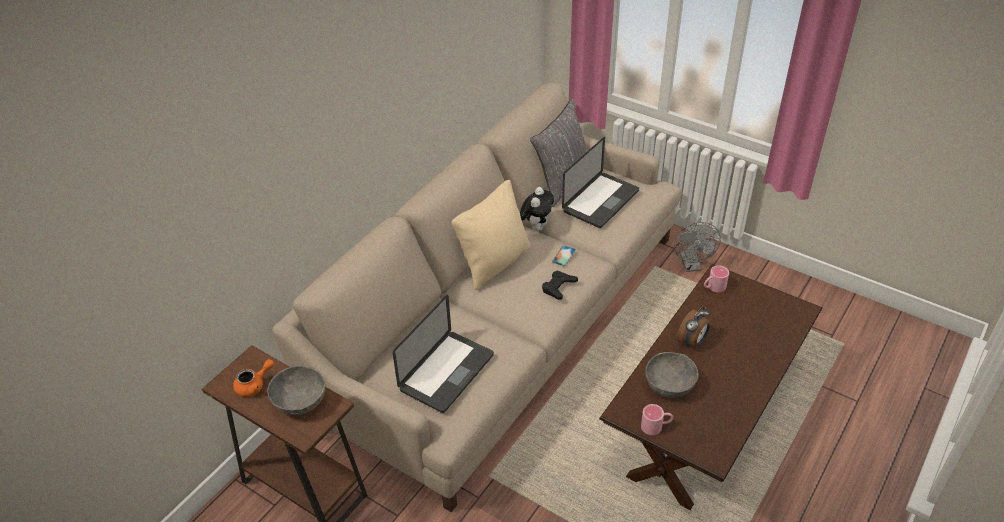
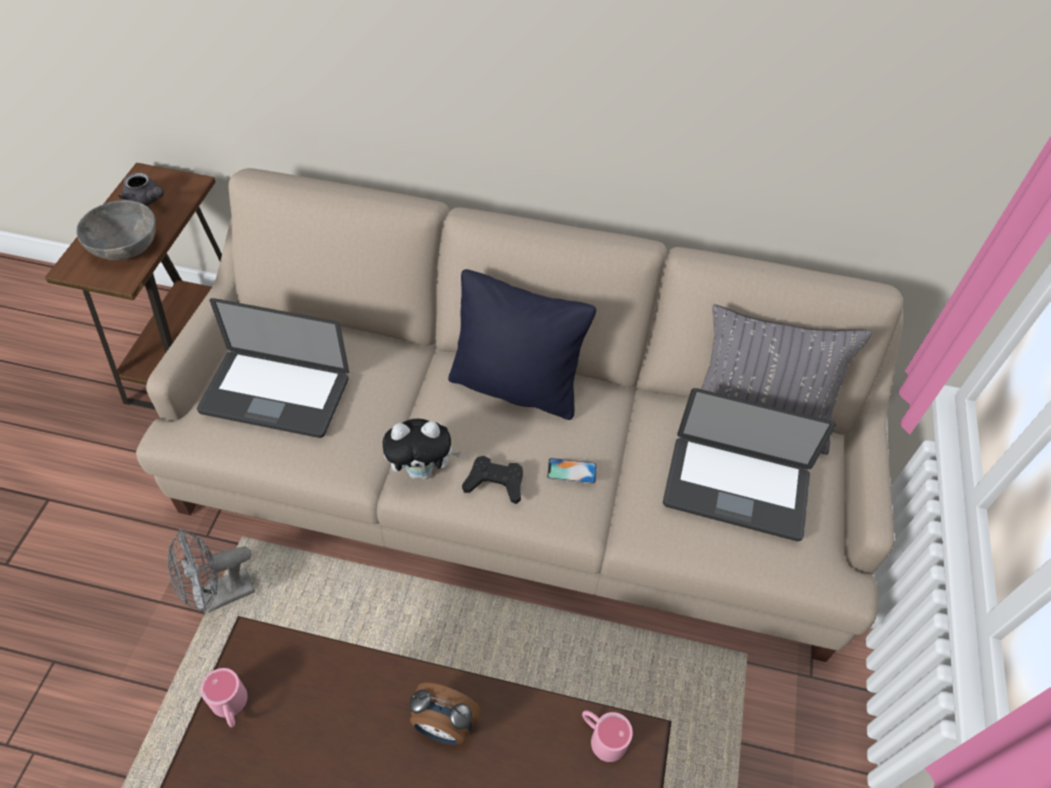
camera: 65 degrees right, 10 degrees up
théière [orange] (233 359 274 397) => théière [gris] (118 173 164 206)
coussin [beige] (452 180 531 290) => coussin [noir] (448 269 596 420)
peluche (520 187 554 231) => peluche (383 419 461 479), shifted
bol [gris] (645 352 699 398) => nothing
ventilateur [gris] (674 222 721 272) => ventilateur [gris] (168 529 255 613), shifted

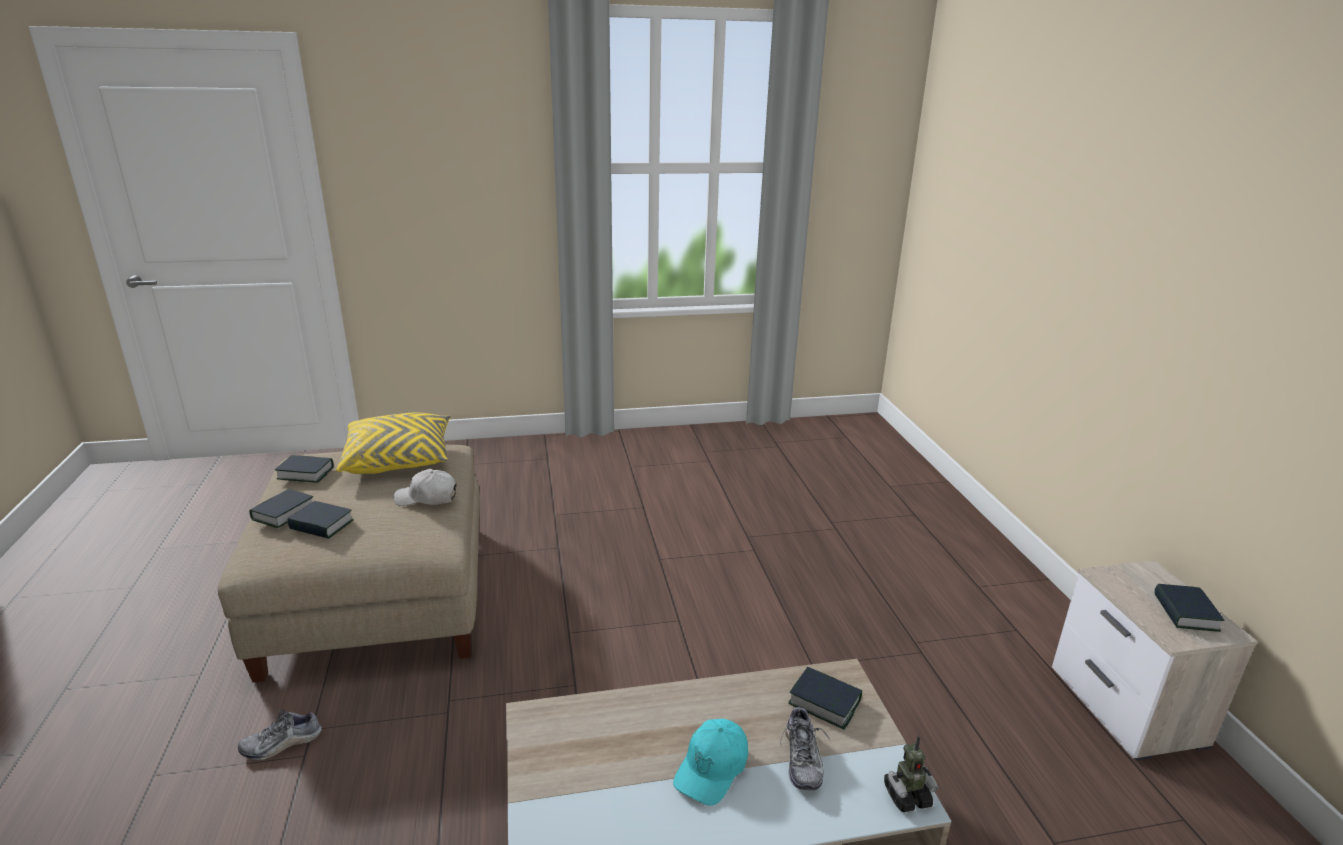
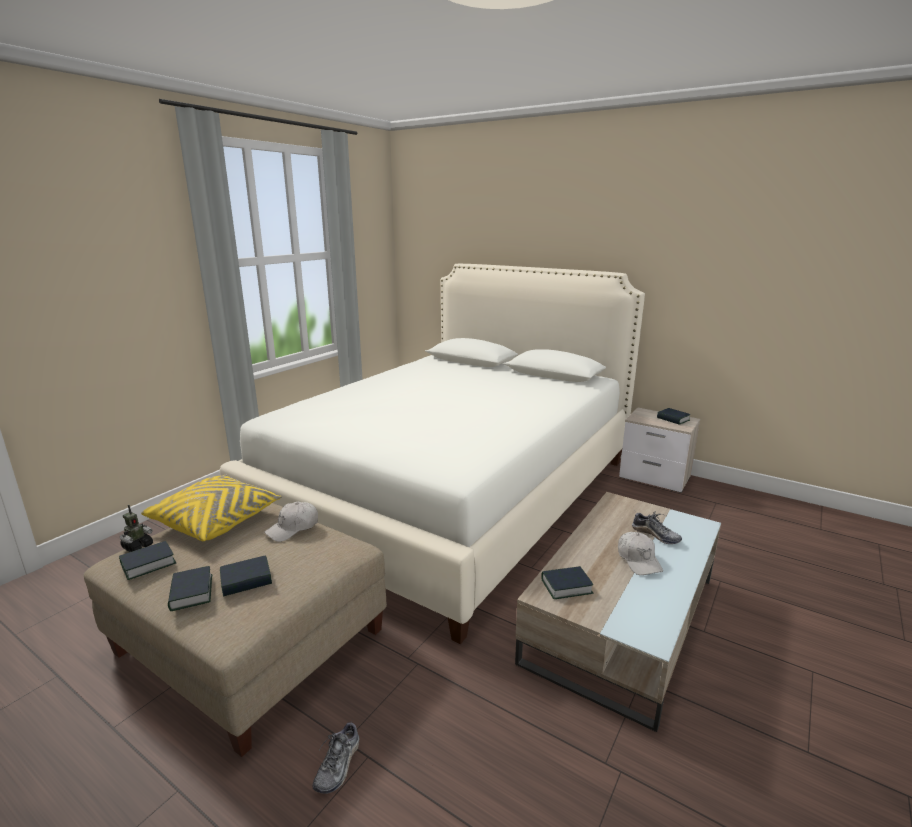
camera: 45 degrees left, 5 degrees down
casquette [turquoise] (673 719 748 806) => casquette [blanc] (618 532 663 575)
livre (788 667 862 730) => livre (541 566 594 599), shifted
robot jouet (884 736 938 812) => robot jouet (120 505 153 552), shifted
nothing => lit [blanc] (220 264 645 644)

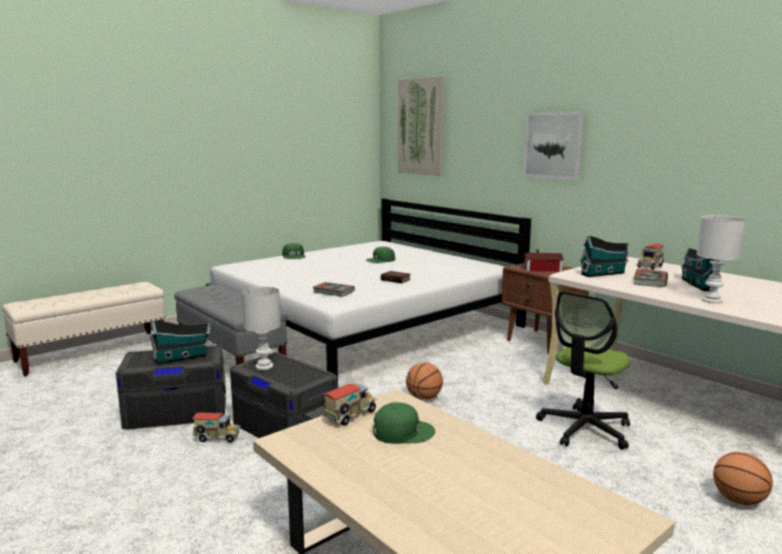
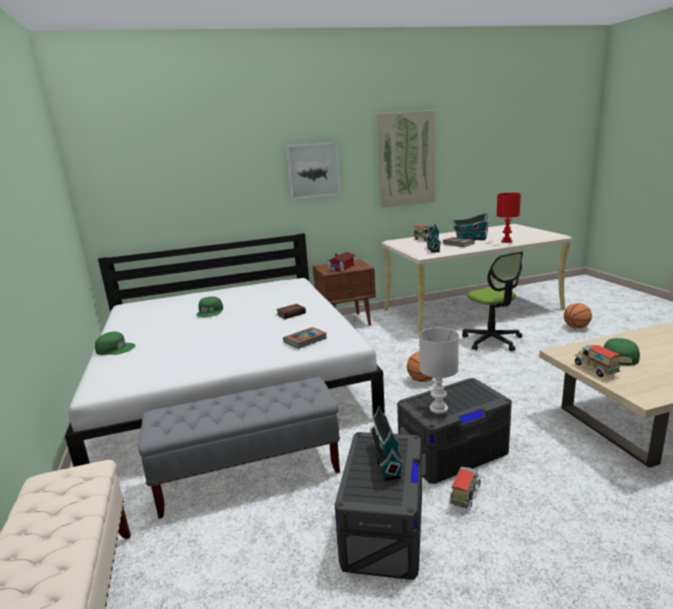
camera: 65 degrees left, 5 degrees up
tableau (398 76 445 176) => tableau (378 110 435 208), shifted
lampe de table [blanc] (697 215 746 304) => lampe de table [rouge] (497 193 521 243)

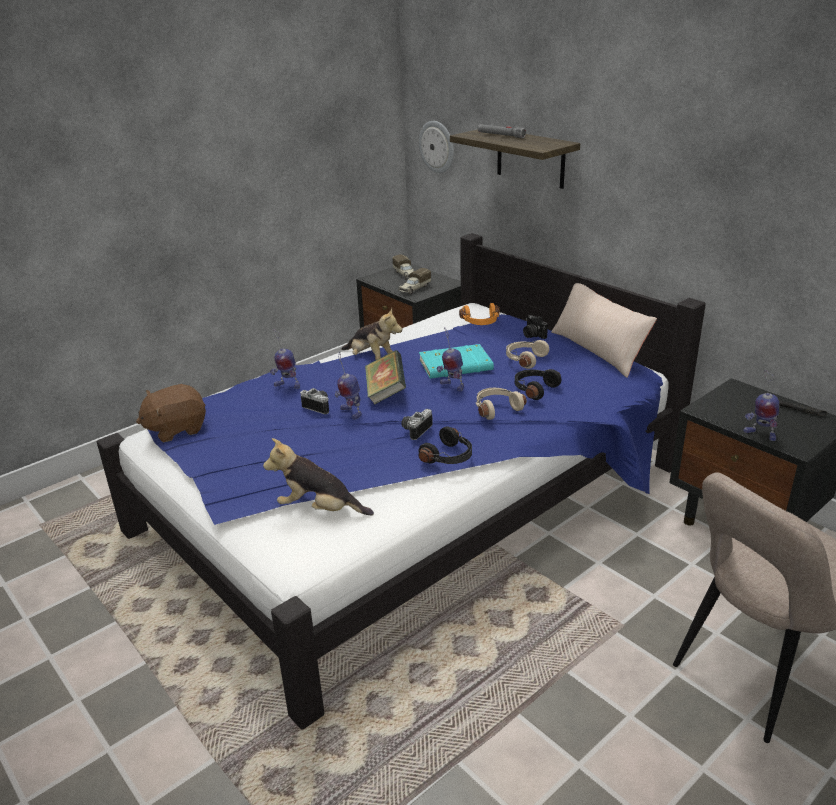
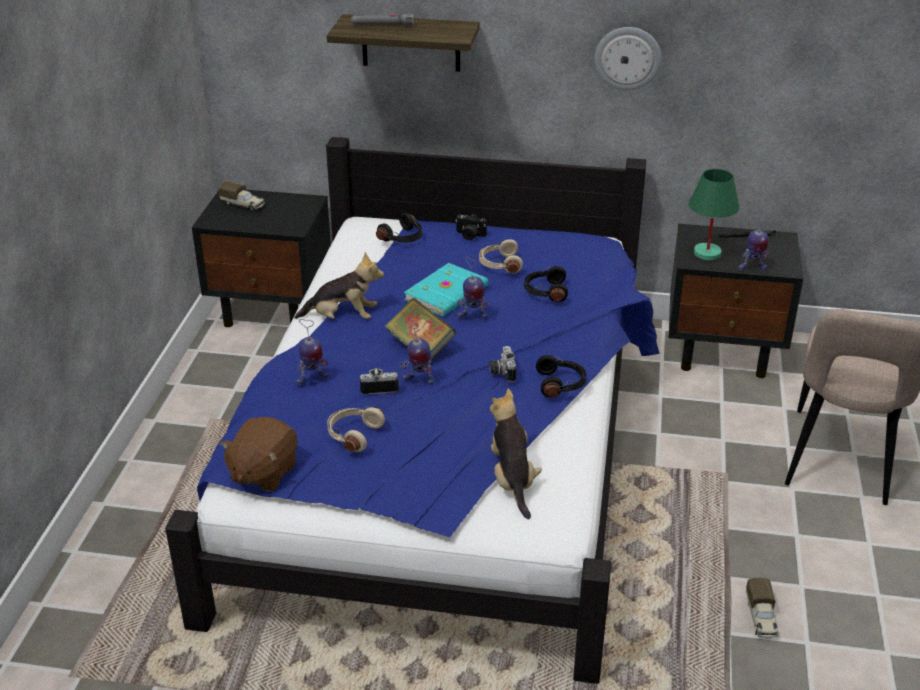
camera: 40 degrees left, 5 degrees up
peluche (263 438 374 515) => peluche (490 389 542 519), 105 degrees clockwise
camion jouet (399 268 431 294) => camion jouet (746 578 779 638), shifted
horloge murale (419 121 454 173) => horloge murale (594 27 662 90), shifted
casque audio [orange] (459 303 500 325) => casque audio [noir] (376 213 422 243)
casque audio [beige] (475 388 527 420) => casque audio [beige] (327 407 385 452), shifted
coussin [beige] (551 283 657 378) => nothing
nothing => lampe de table [vert] (689 169 739 260)

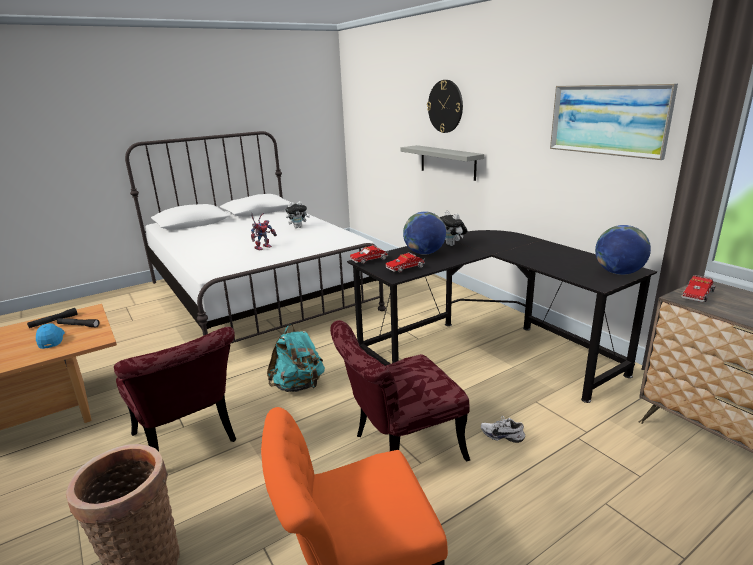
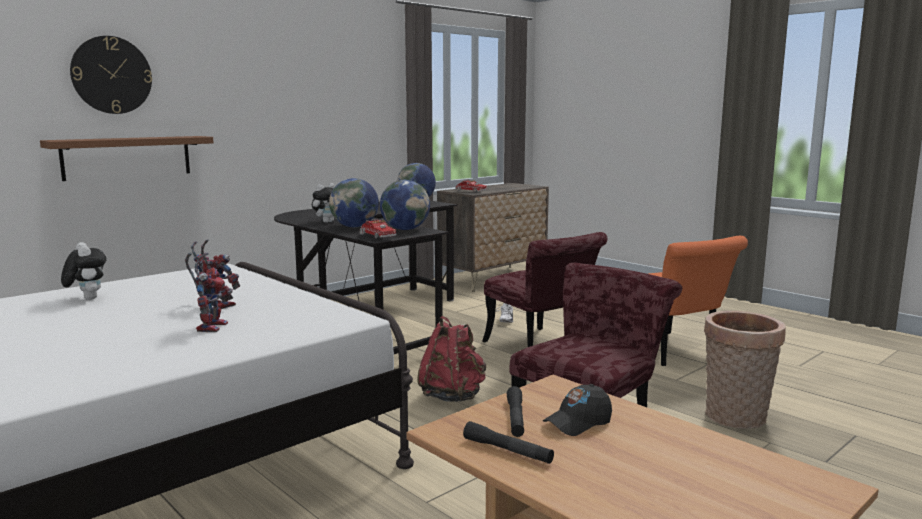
camera: 100 degrees left, 10 degrees down
casquette [bleu] (36 323 65 349) => casquette [noir] (543 384 612 436)
sac à dos [turquoise] (267 324 325 392) => sac à dos [rouge] (417 316 486 402)
camion jouet (386 252 425 273) => globe (380 180 430 230)
étagère [gris] (401 145 484 181) => étagère [marron] (40 136 213 181)
tableau (550 83 678 160) => nothing
nothing => robot jouet (185 253 233 332)

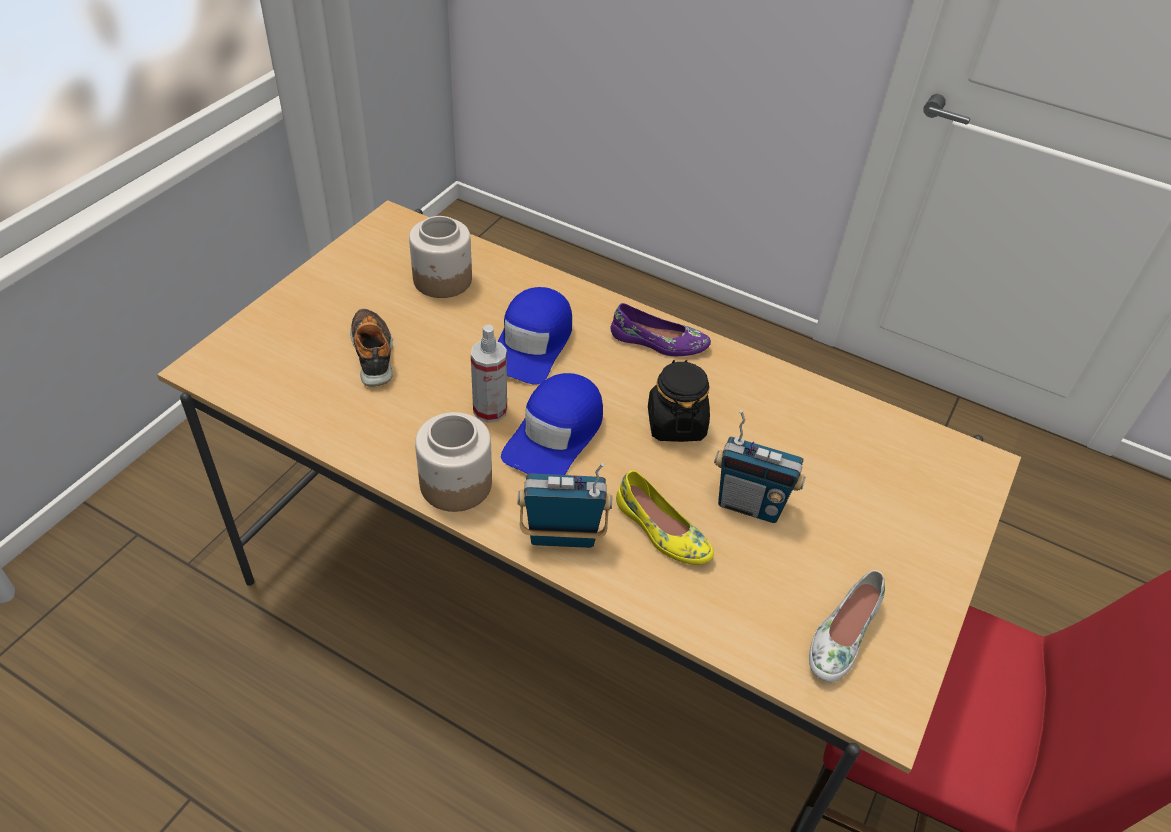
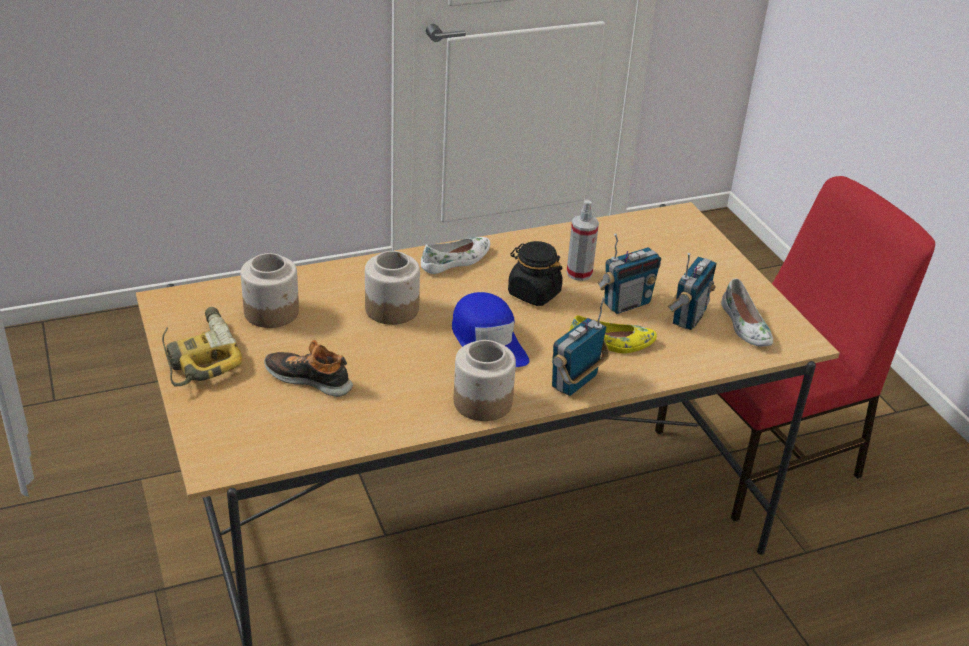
camera: 50 degrees left, 10 degrees down
vaporisateur (471 325 507 423) => vaporisateur (566 200 599 281), shifted
casquette [bleu] (498 287 572 385) => bocal (365 251 420 325)
chaussure [violet] (611 303 711 356) => chaussure [blanc] (421 237 490 274)
nothing => perceuse (162 307 242 387)
nothing => radio (667 253 717 330)

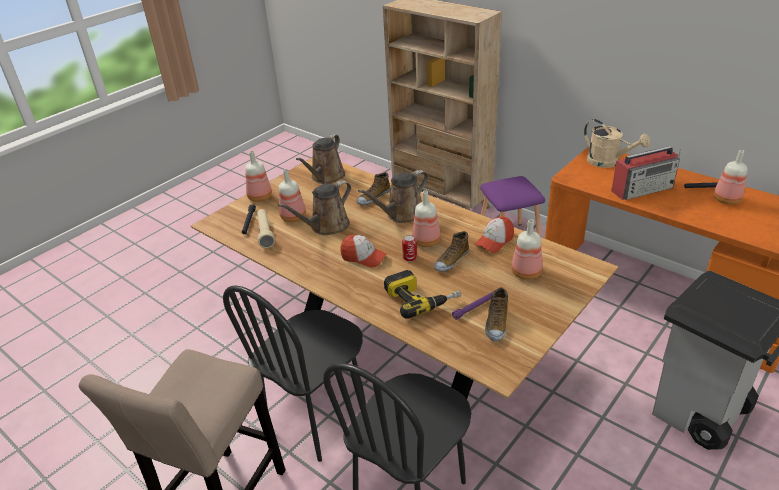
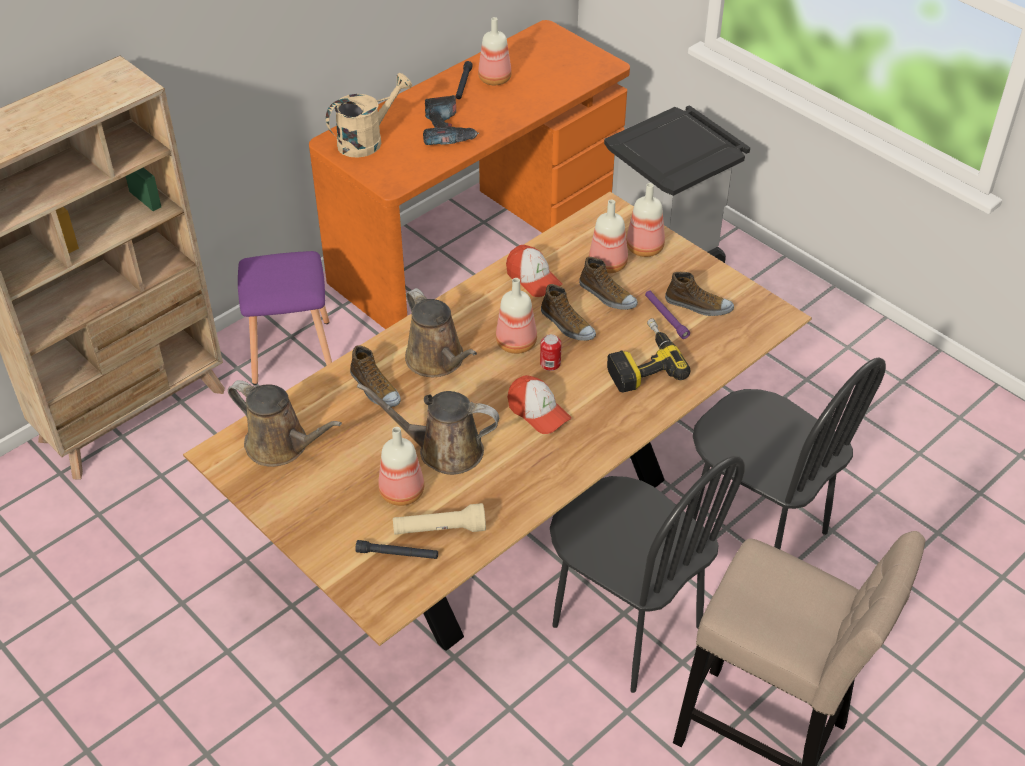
camera: 85 degrees left, 10 degrees up
bouteille (245 151 272 202) => bouteille (626 183 665 257), shifted
arrosoir [marron] (278 180 351 235) => arrosoir [marron] (357 383 499 475), 135 degrees clockwise
casquette (340 235 387 268) => casquette (507 375 571 434), 105 degrees clockwise
radio (611 146 681 200) => perceuse (423 95 479 145)
nothing => chaussure (579 257 638 310)

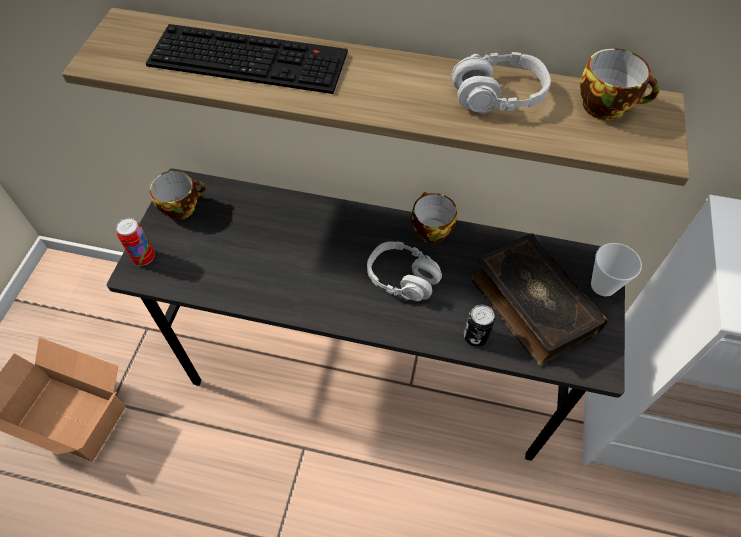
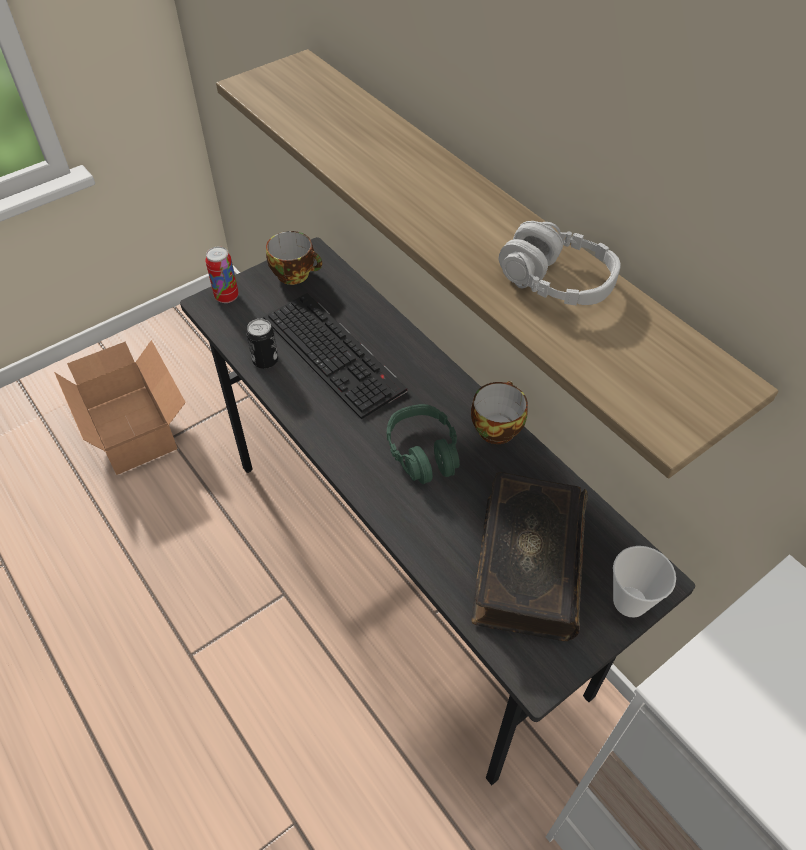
camera: 40 degrees right, 5 degrees down
clavier (146 24 348 94) => clavier (264 293 407 419), shifted
casque audio [gris] (367 241 442 301) => casque audio [vert] (387 404 460 484)
boîte métallique (464 305 495 347) => boîte métallique (246 319 278 369), shifted
tasse (580 48 660 120) => nothing

